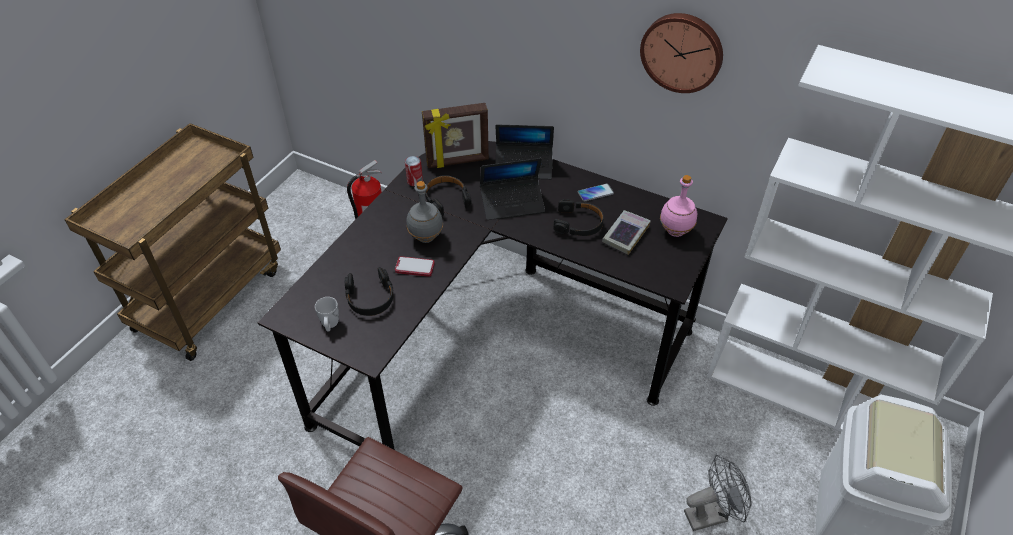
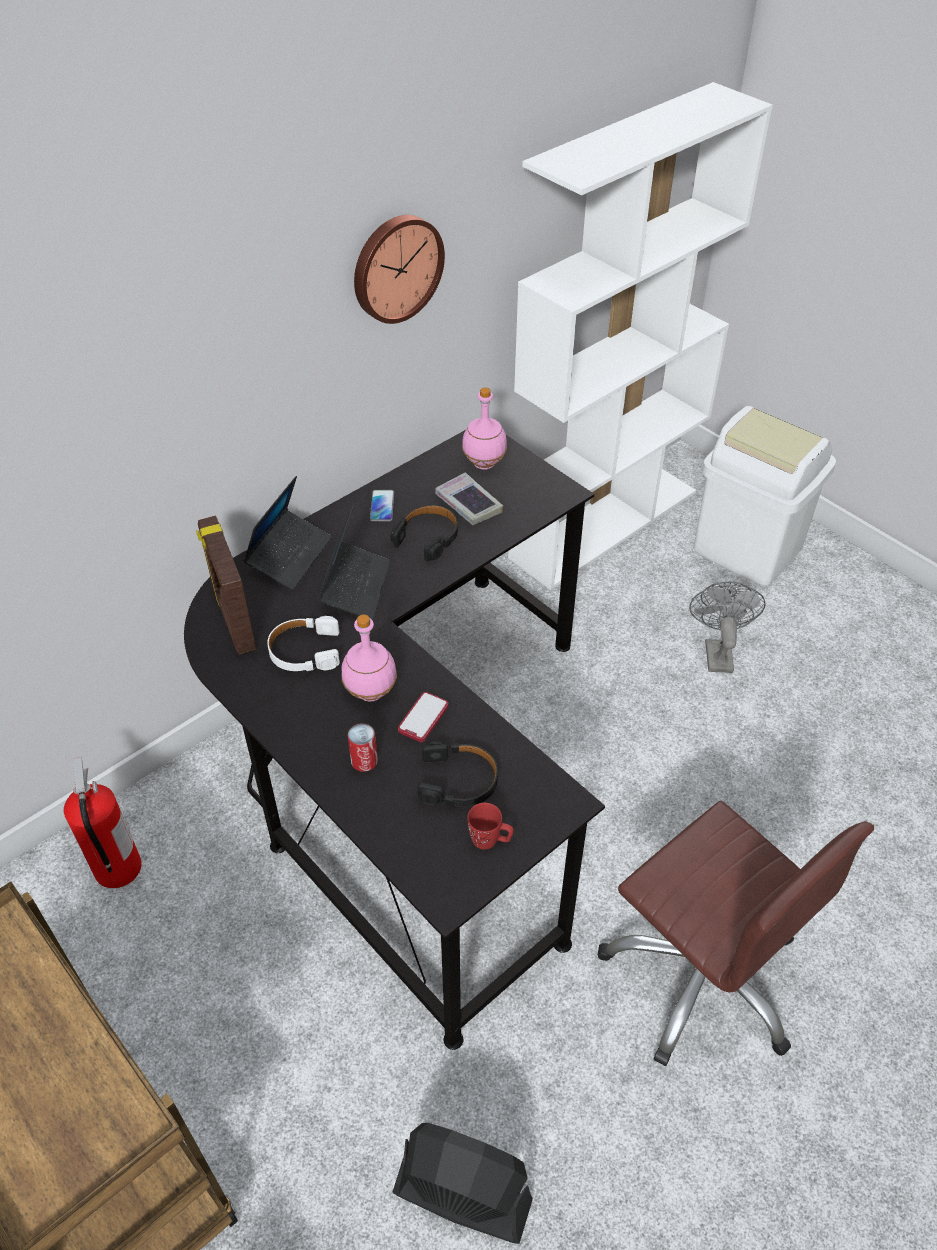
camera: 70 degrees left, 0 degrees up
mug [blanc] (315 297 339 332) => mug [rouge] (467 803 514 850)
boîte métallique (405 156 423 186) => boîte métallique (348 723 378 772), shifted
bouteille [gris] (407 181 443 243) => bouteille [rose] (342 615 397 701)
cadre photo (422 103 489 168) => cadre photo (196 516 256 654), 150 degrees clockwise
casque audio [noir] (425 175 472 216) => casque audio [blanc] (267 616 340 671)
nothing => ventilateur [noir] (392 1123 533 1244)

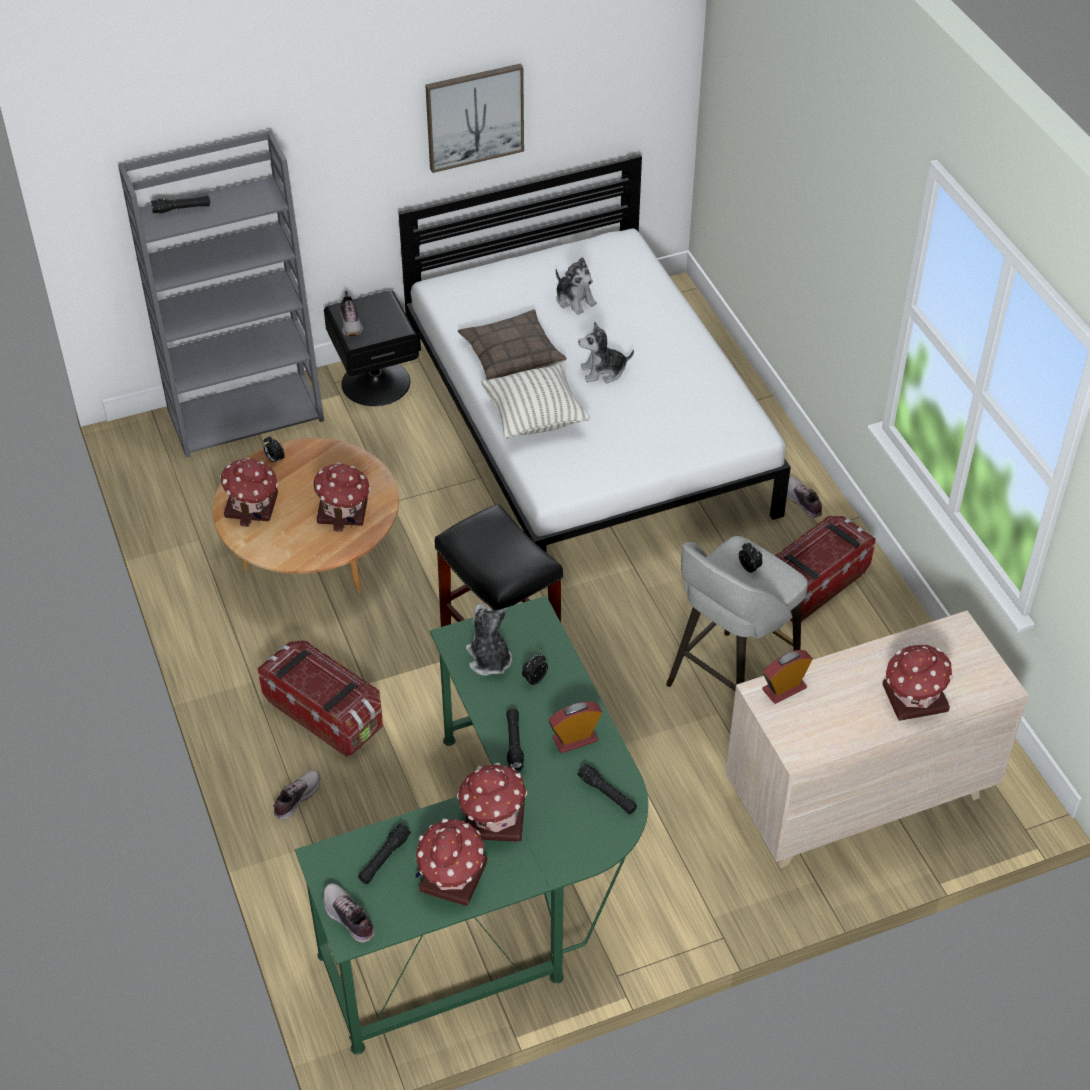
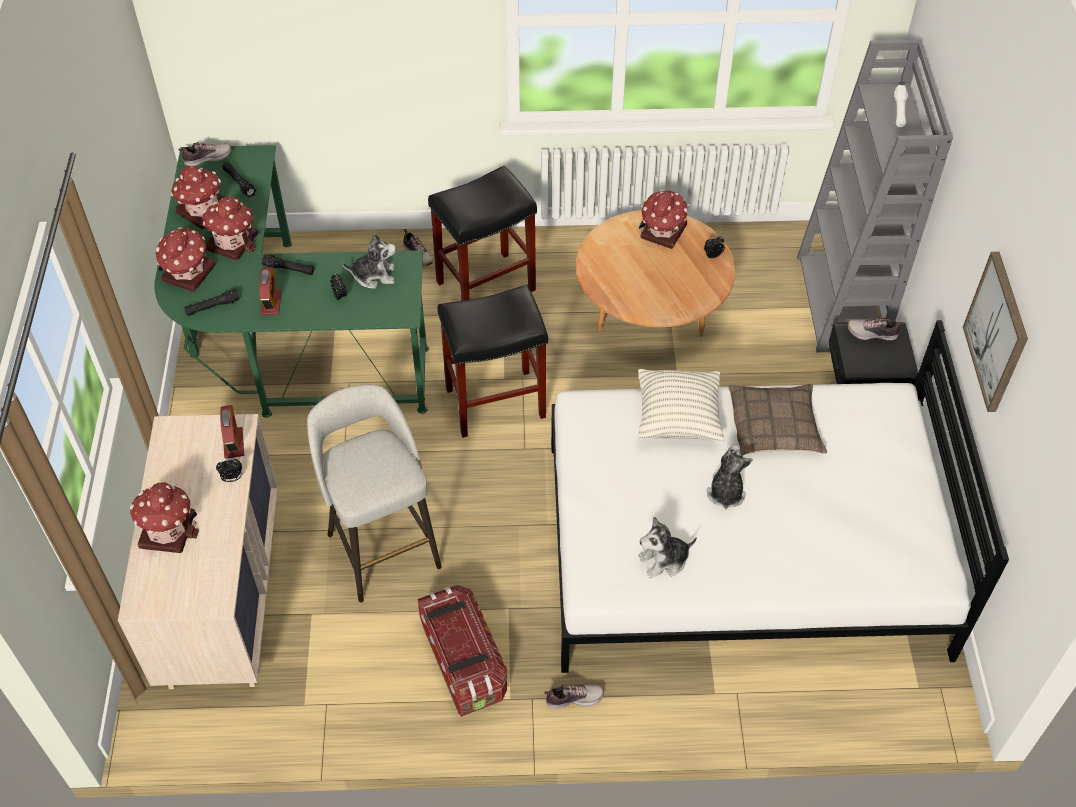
camera: 110 degrees right, 5 degrees up
lampe de poche [noir] (151 196 210 213) => lampe de poche [blanc] (894 85 908 127)
boîte de rangement (258 641 383 757) => tabouret [noir] (428 166 537 301)
maison miniature (313 462 371 532) => maison miniature (155 227 216 292), shifted
peluche (556 257 597 315) => peluche (639 516 697 578), shifted
réveil (739 542 762 573) => réveil (216 459 242 482), shifted

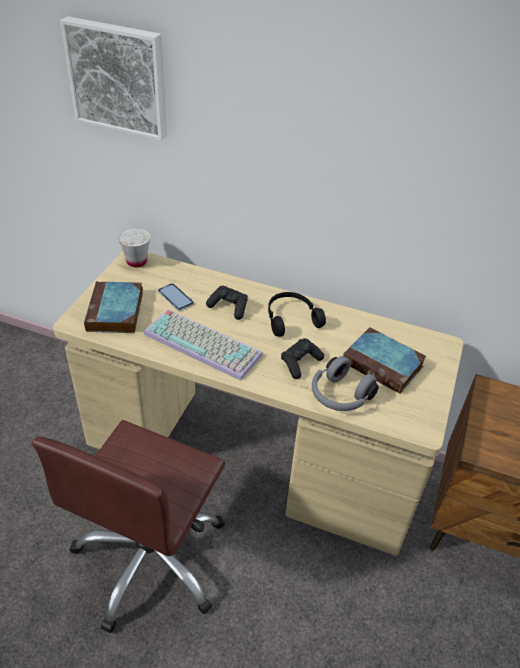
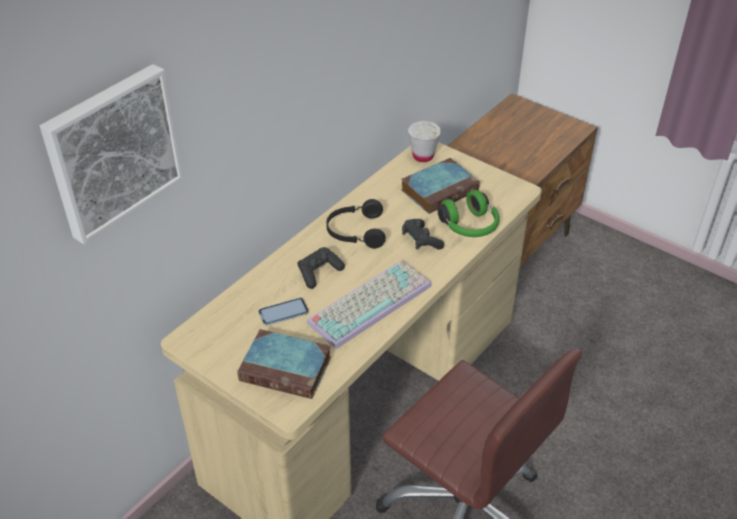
camera: 70 degrees left, 0 degrees up
tasse [blanc] (118 228 150 267) => tasse [blanc] (408 121 441 162), shifted
casque audio [gris] (312 356 379 411) => casque audio [vert] (438 190 500 237)

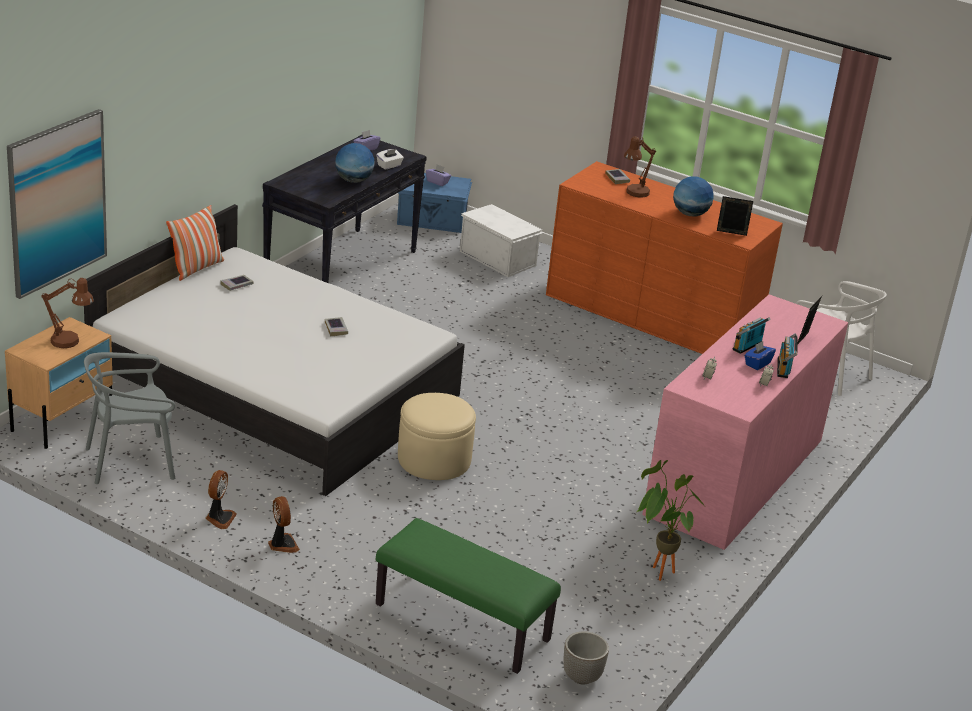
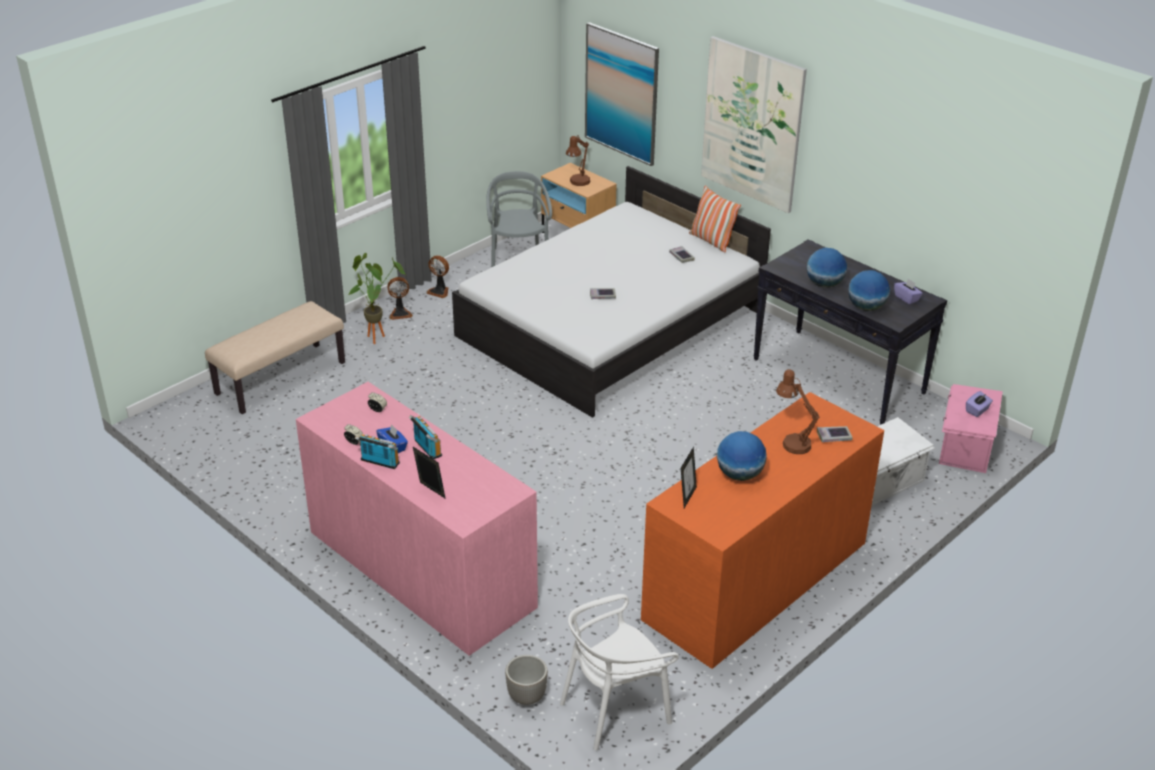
camera: 105 degrees right, 5 degrees up
boîte à mouchoirs [blanc] (376 149 404 169) => globe (848 270 890 311)
banc [vert] (376 518 561 674) => banc [beige] (205 301 345 414)
boîte de rangement [bleu] (397 173 472 233) => boîte de rangement [rose] (939 384 1003 473)
pouf [beige] (398 393 476 480) => nothing
cache-pot (564 631 609 684) => cache-pot (505 655 548 705), shifted
plante en pot (637 460 704 581) => plante en pot (348 253 406 344), shifted
nothing => tableau (701 36 807 213)

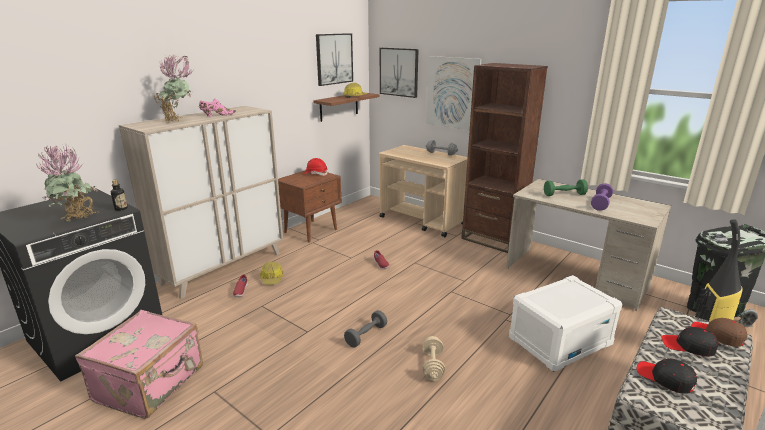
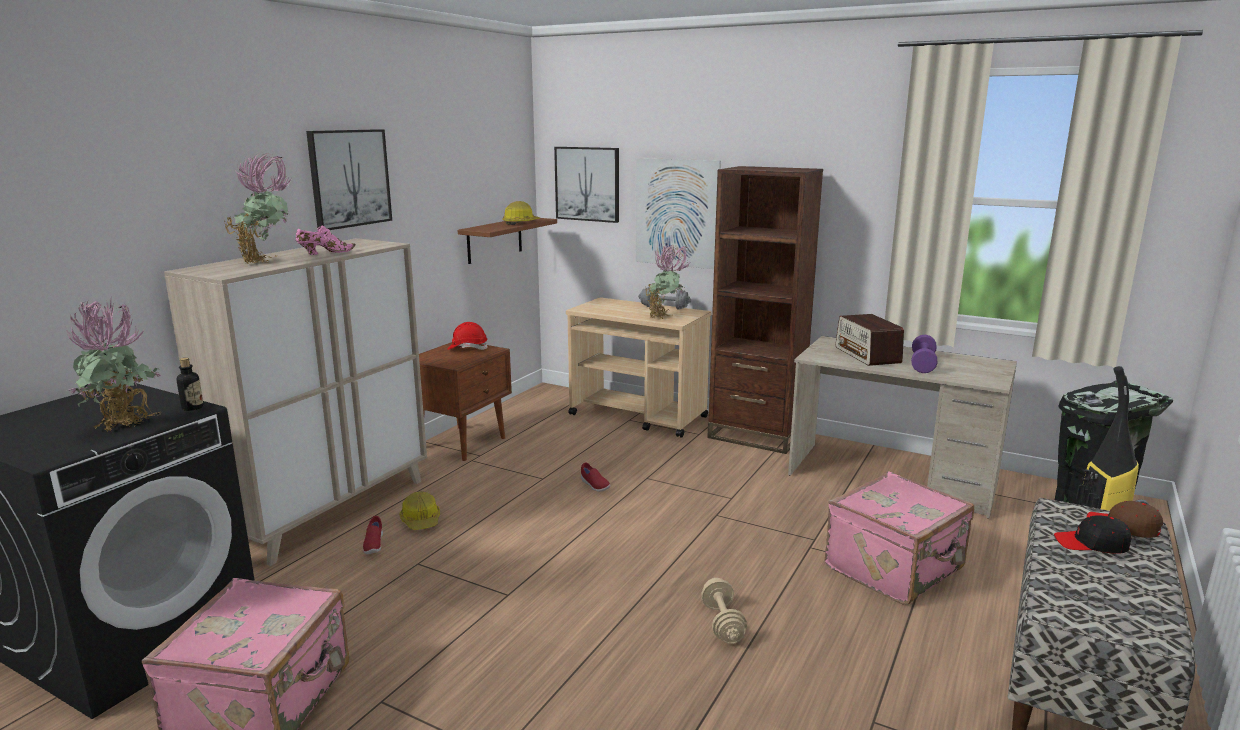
camera: 10 degrees left, 5 degrees down
tableau (316 33 353 86) => tableau (306 129 392 230), shifted
haltère [gris] (344 310 387 348) => nothing
boîte de rangement [blanc] (509 275 622 372) => valise [rose] (825 471 974 604)
haltère [vert] (544 180 588 196) => radio (835 314 904 366)
casquette [noir] (637 359 697 394) => nothing
nothing => plante en pot (645 245 691 319)

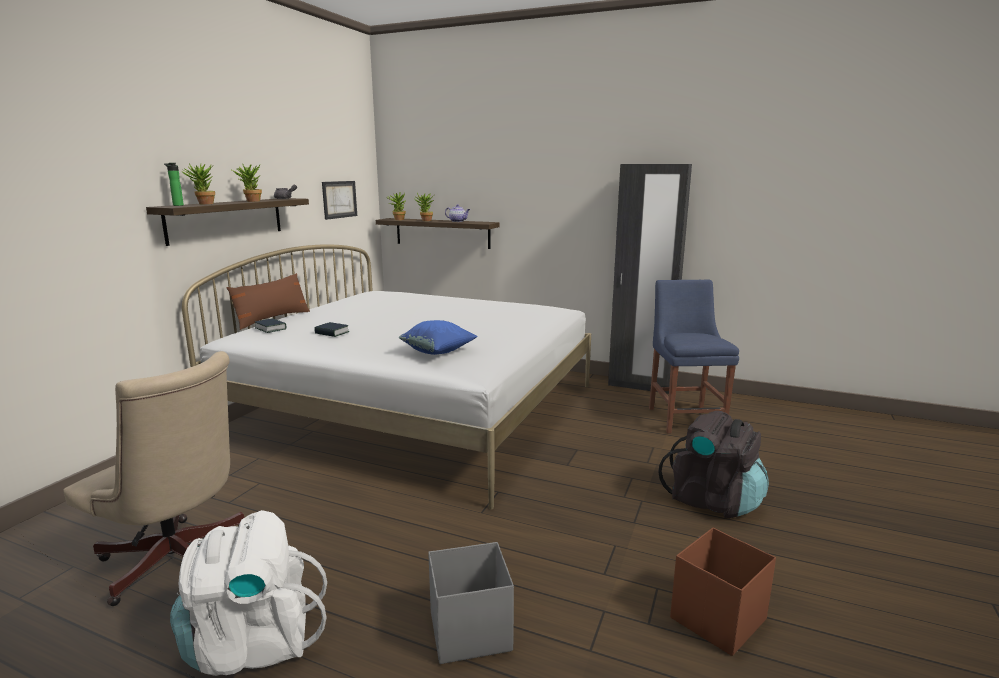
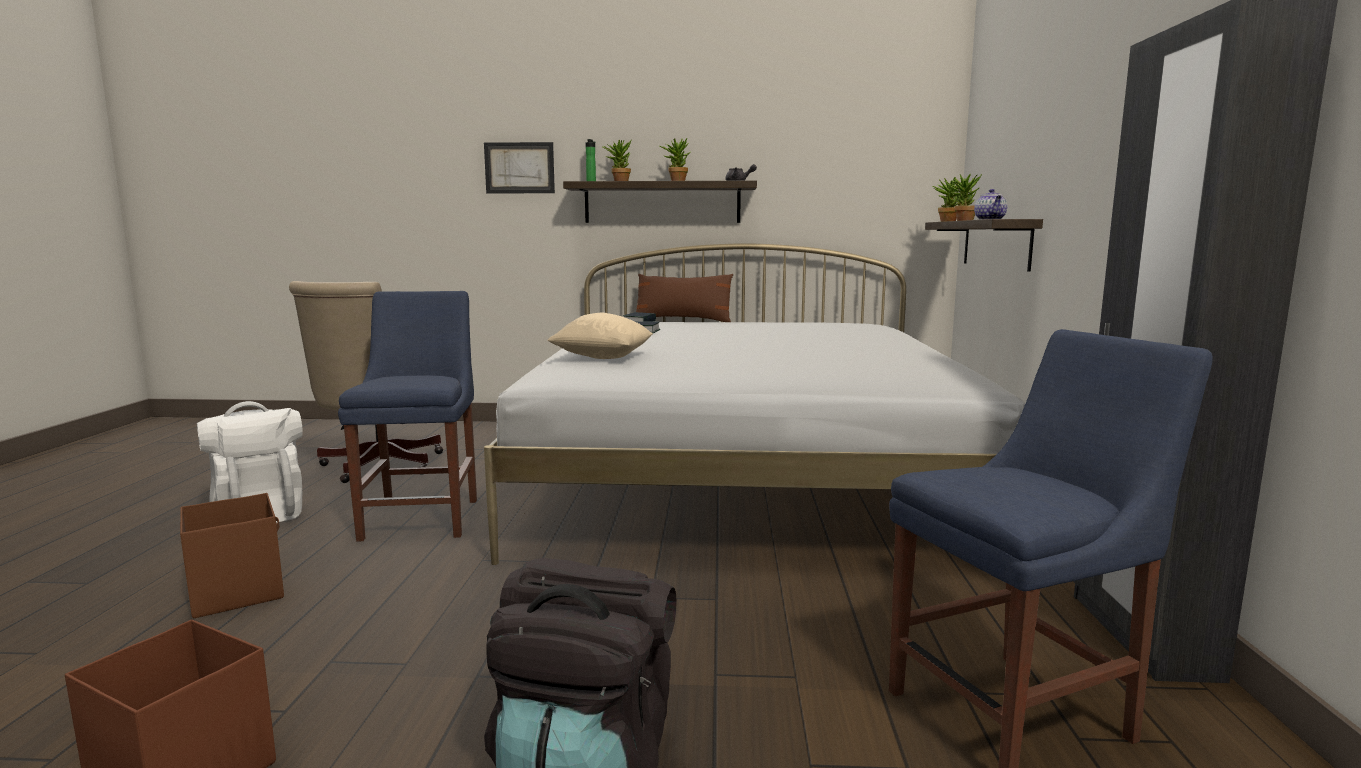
camera: 70 degrees right, 5 degrees down
tableau (322 181 357 220) => tableau (484 142 555 193), shifted
coussin [bleu] (399 320 478 355) => coussin [beige] (547 313 653 359)
boîte de rangement [gris] (428 542 514 664) => boîte de rangement [marron] (180 493 284 618)
nothing => chaise [bleu] (338 291 477 542)

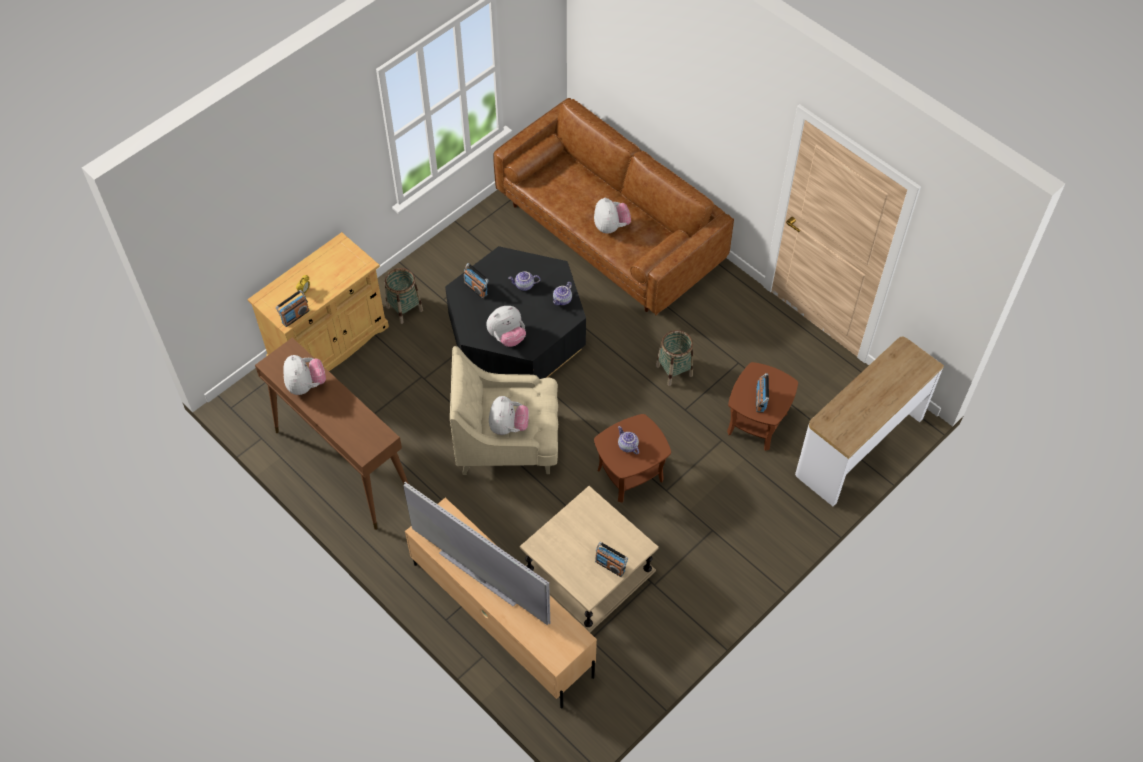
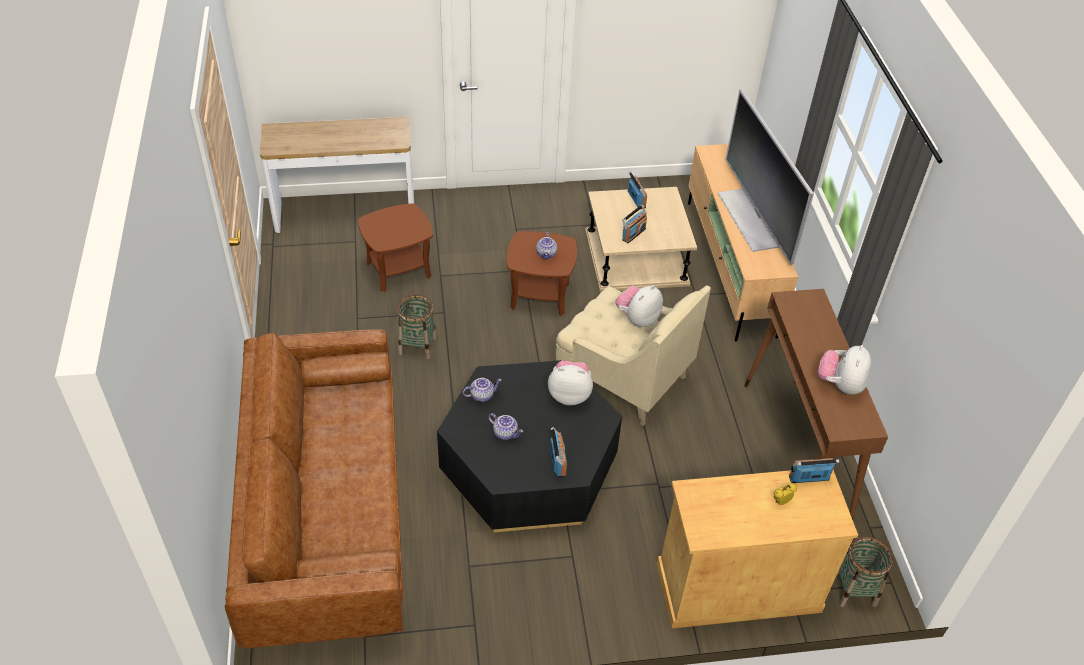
camera: 145 degrees left, 10 degrees down
panier (385 268 423 324) => panier (836 537 893 607), shifted
peluche (594 197 631 234) => nothing
radio (756 373 769 413) => radio (622 205 647 243), shifted

